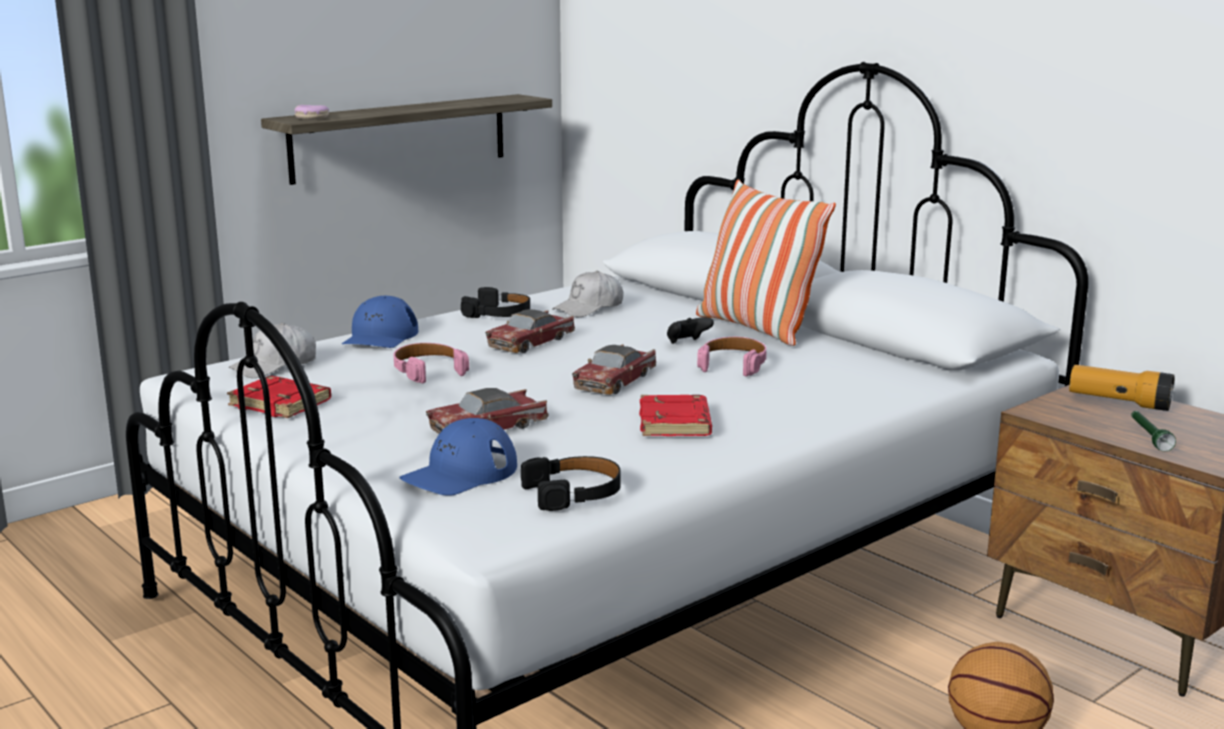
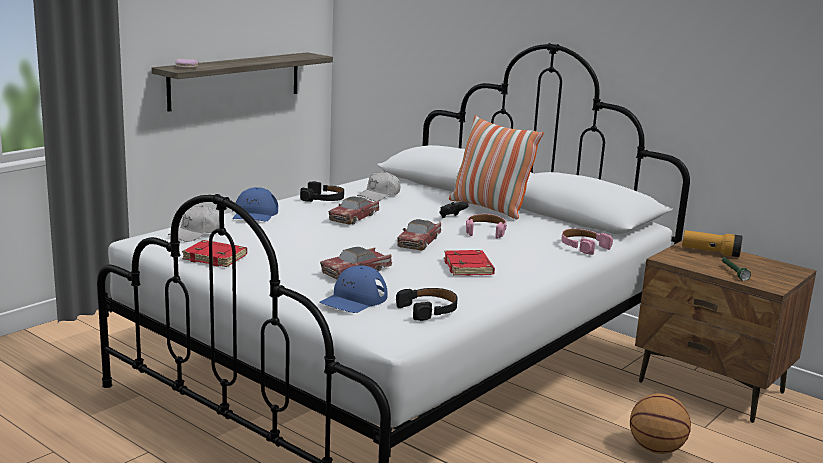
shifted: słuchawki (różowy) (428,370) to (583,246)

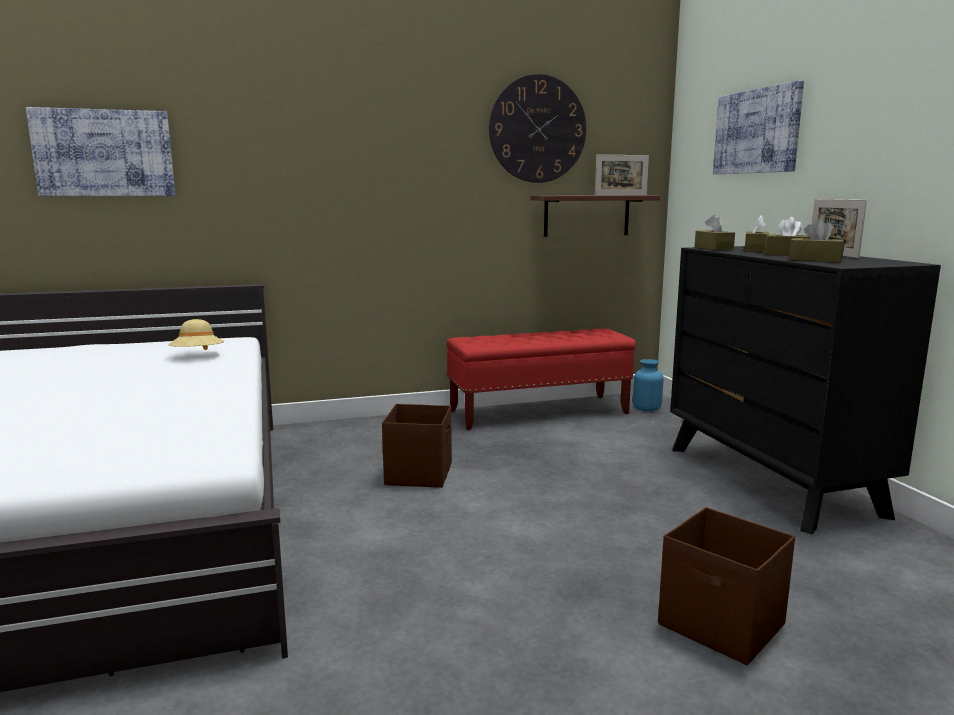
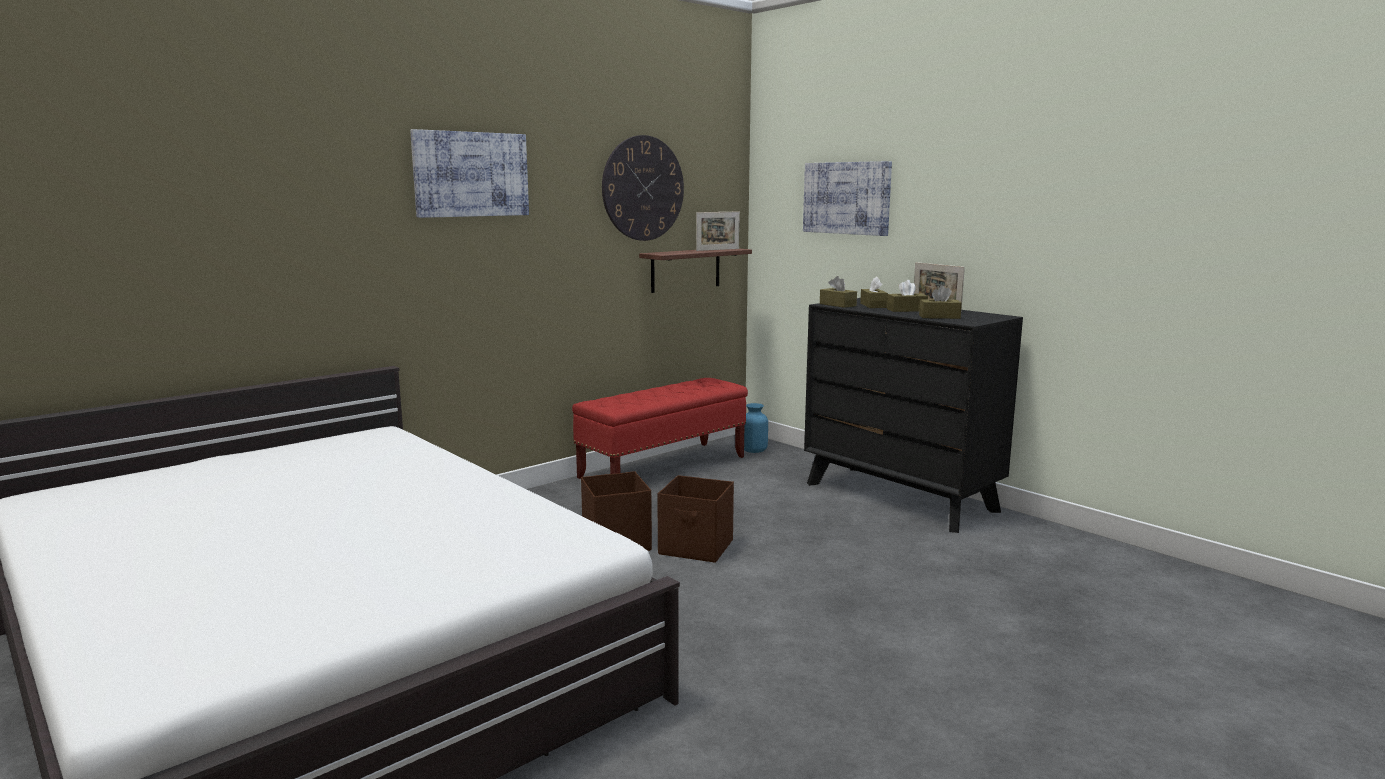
gone: kapelusz (beżowy) (198,356)
shifted: obraz (104,153) to (471,174); pojemnik do przechowywania (brązowy) (722,626) to (697,548)

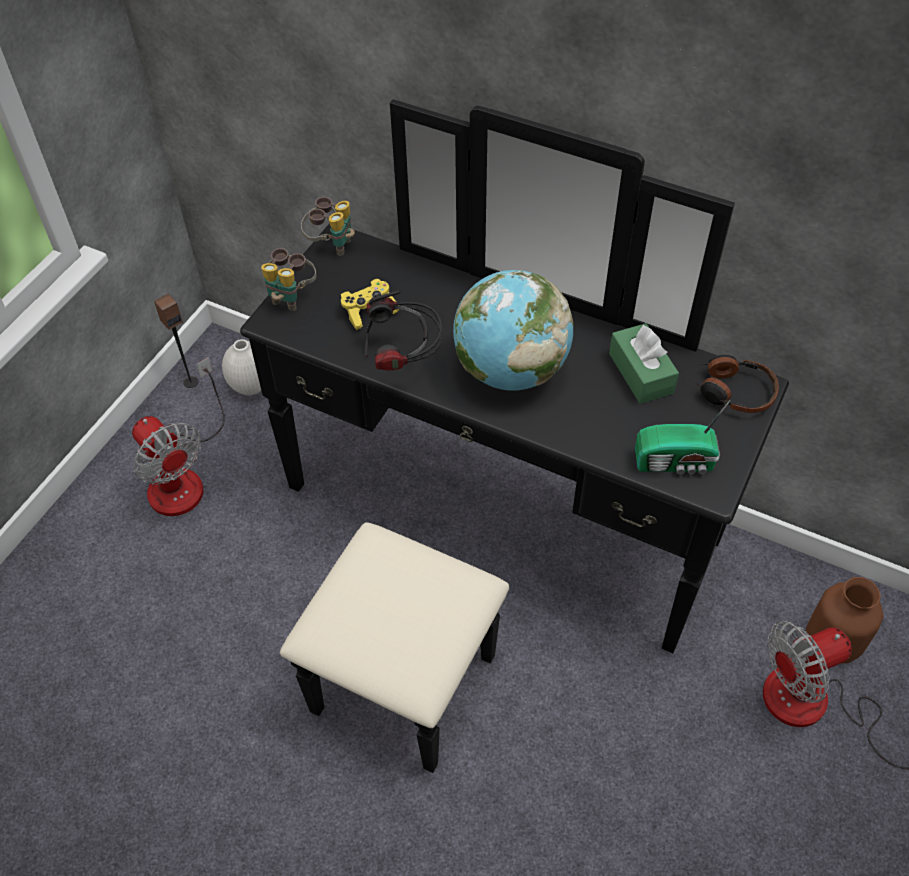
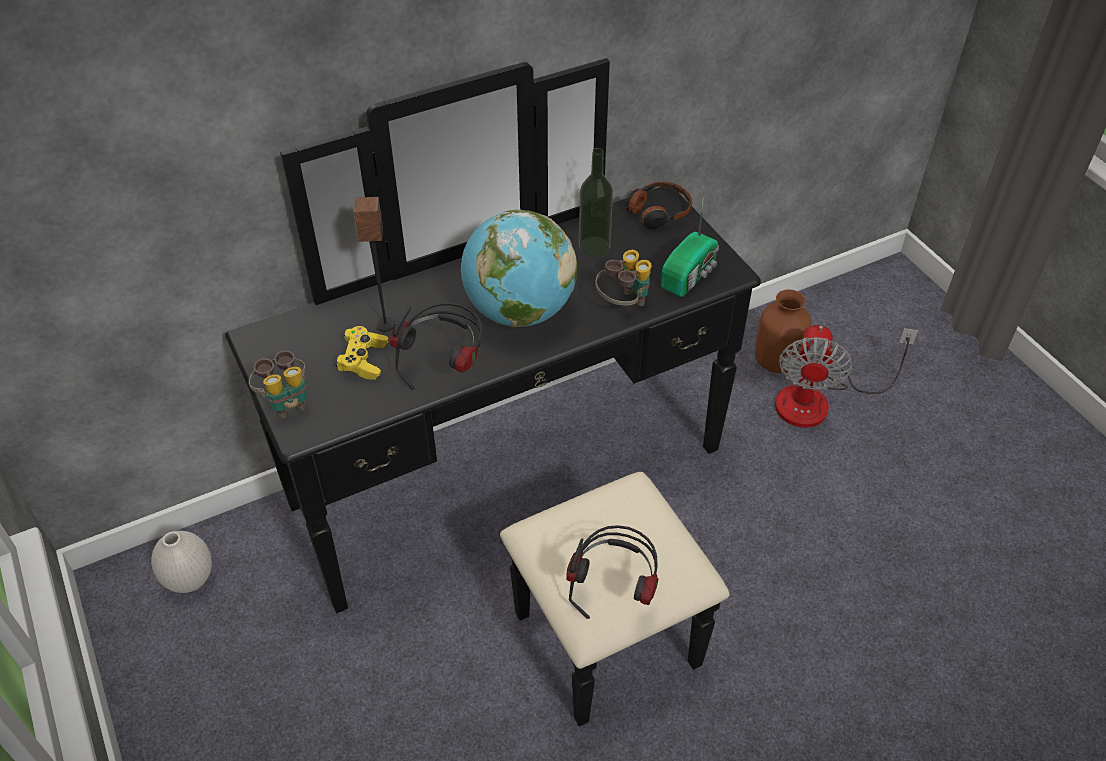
gone: wentylator (183,475)
new: słuchawki (614,590)
shifted: lornetka (331,245) to (623,304); głośnik (190,382) to (385,324)
swapped: pudełko chusteczek (zielony) (641,373) to butelka (594,246)

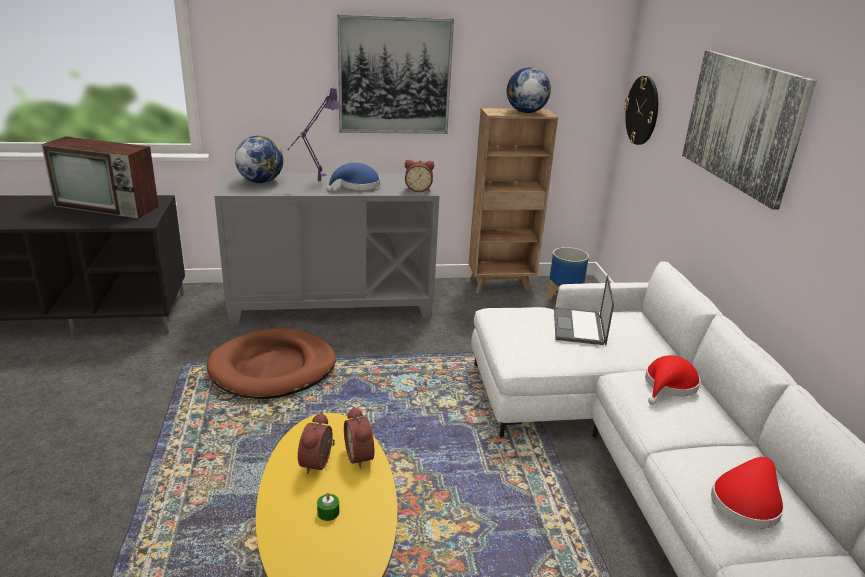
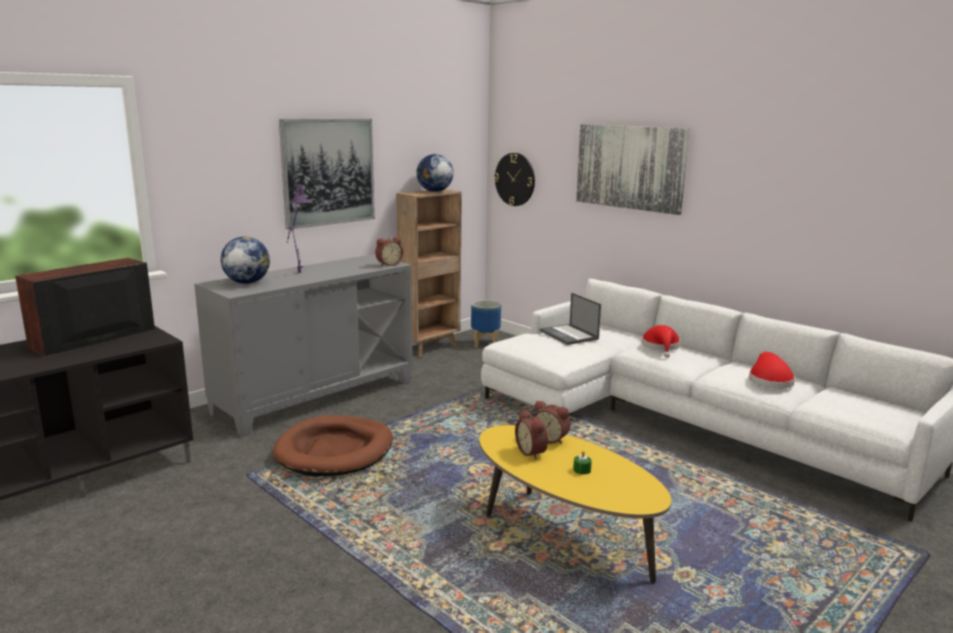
gone: kapelusz (niebieski) (357,186)
rotated: telewizor (109,207) = (92,339) 150 degrees clockwise

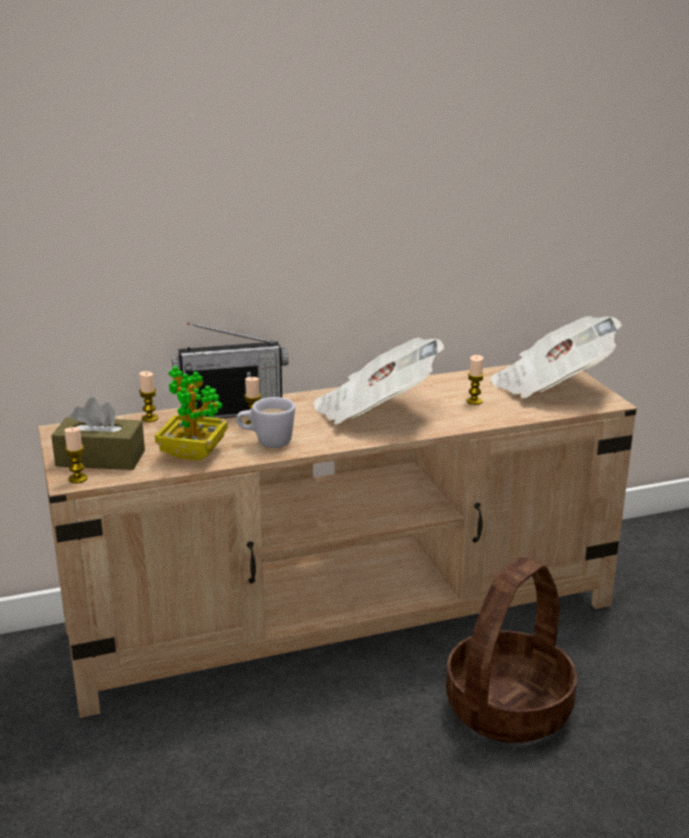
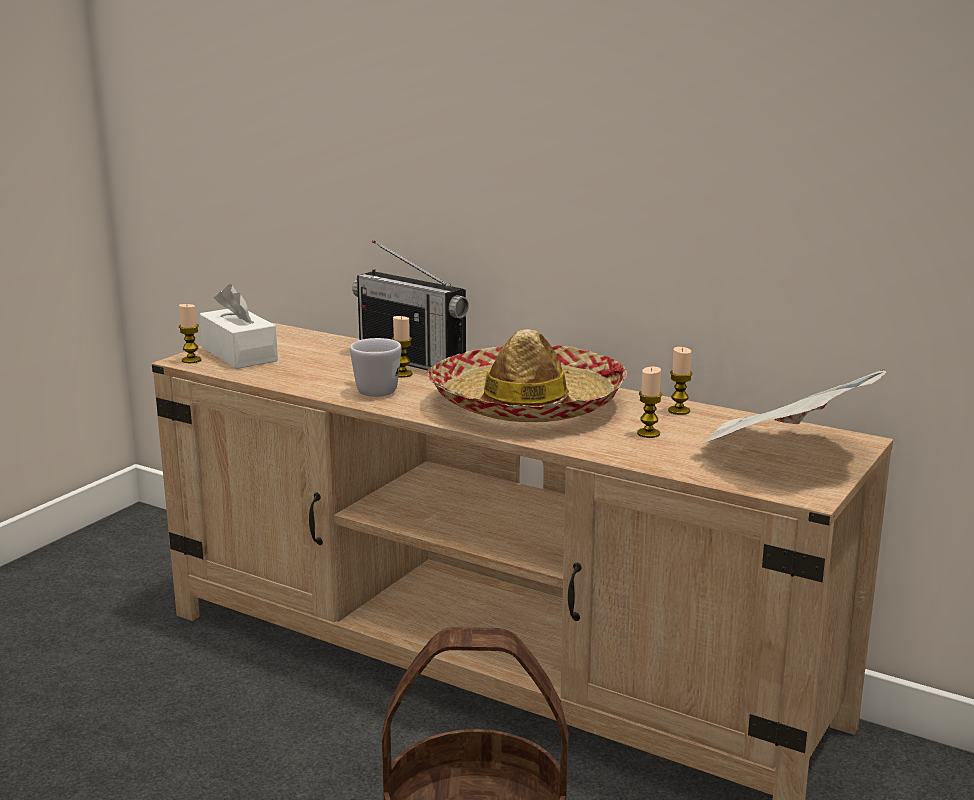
gone: roślina doniczkowa (193,454)
shifted: świeca (150,418) to (679,411)
swapped: gazeta (375,411) to kapelusz (527,404)
repainted: pudełko chusteczek (brązowy) (100,458) to pudełko chusteczek (biały) (239,354)

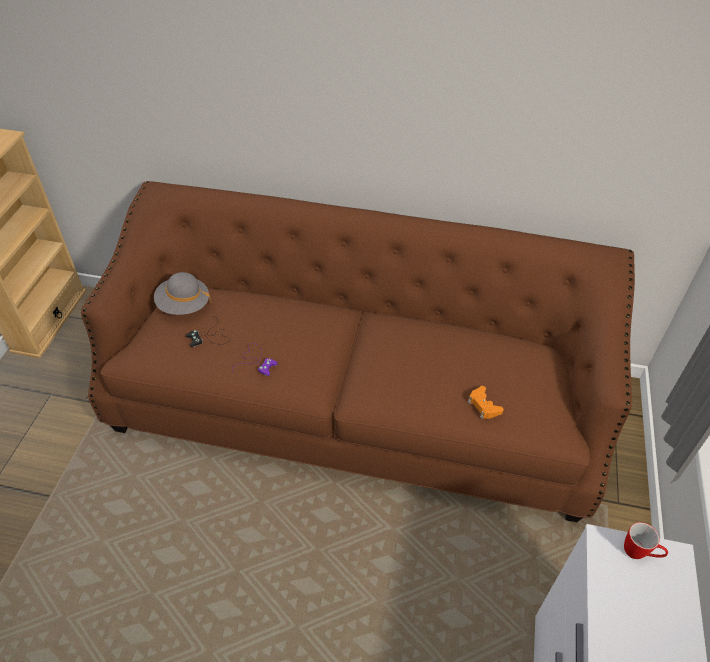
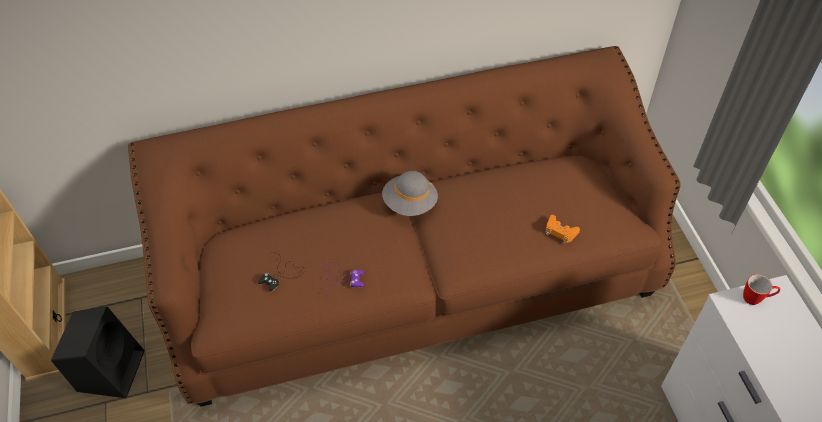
new: głośnik (czarny) (111,369)
shifted: kapelusz (szary) (184,305) to (410,203)

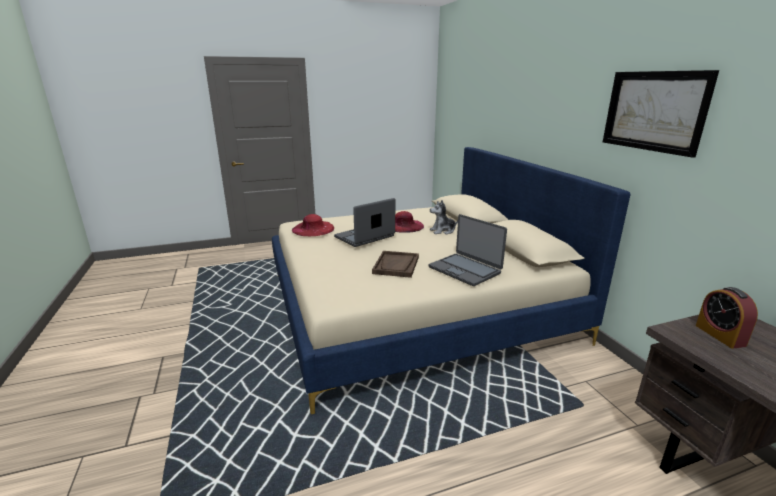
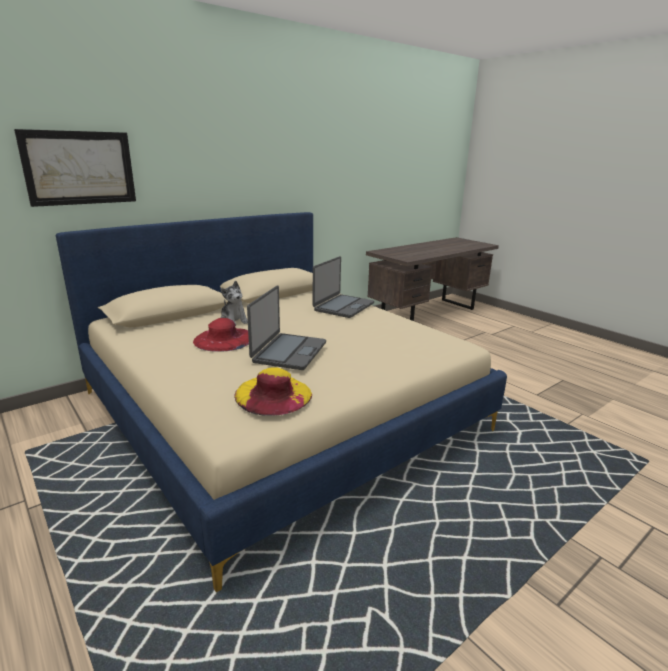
gone: taca (brązowy) (396,265); budzik (720,335)
shifted: obraz (654,111) to (79,168)
repainted: kapelusz (czerwony) (313,229) to kapelusz (żółty) (273,394)
rotated: laptop (365,237) = (288,352) 105 degrees counterclockwise

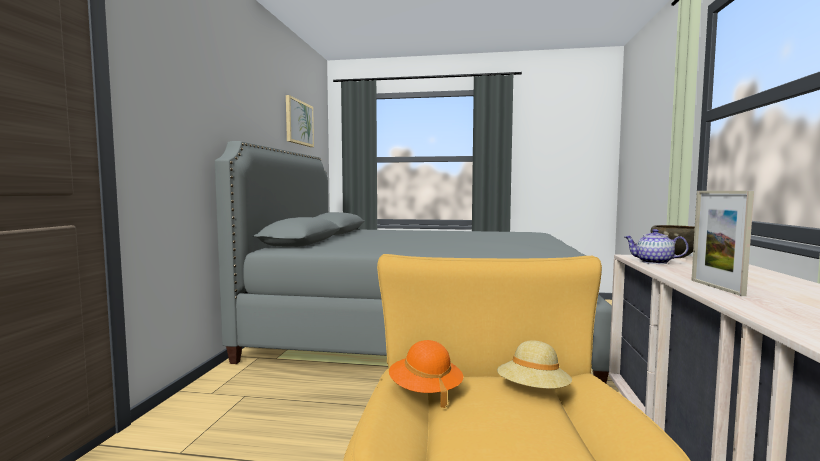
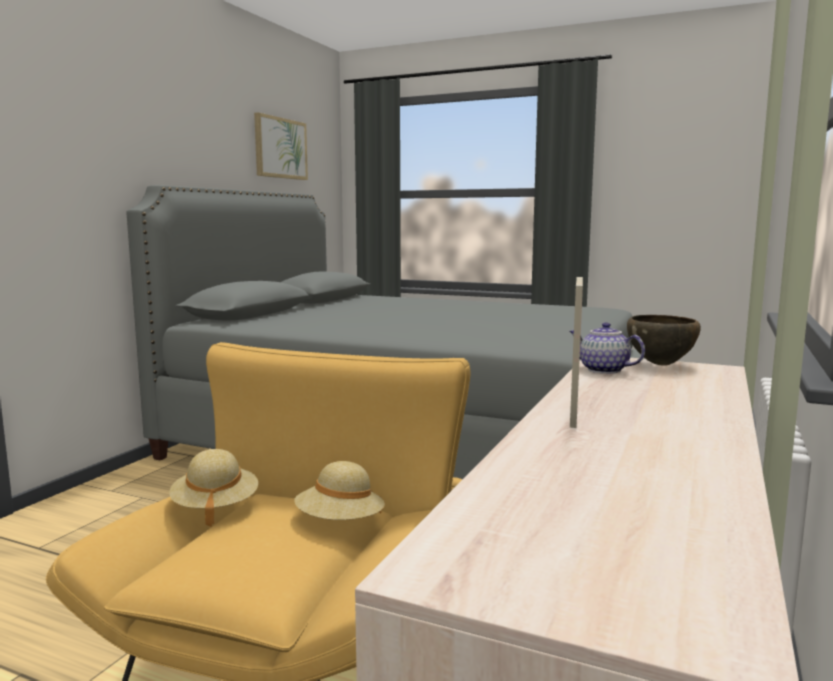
repainted: kapelusz (pomarańczowy) (425,391) to kapelusz (beżowy) (215,507)

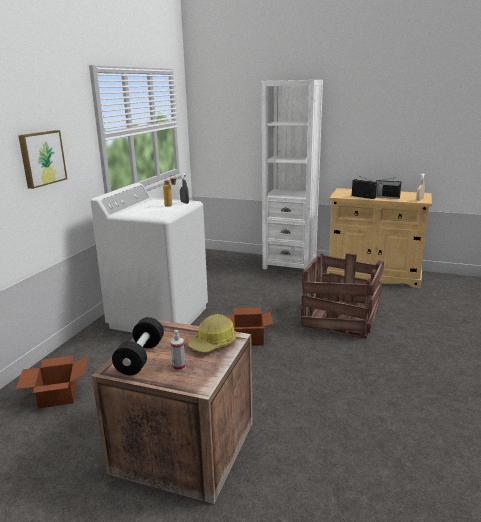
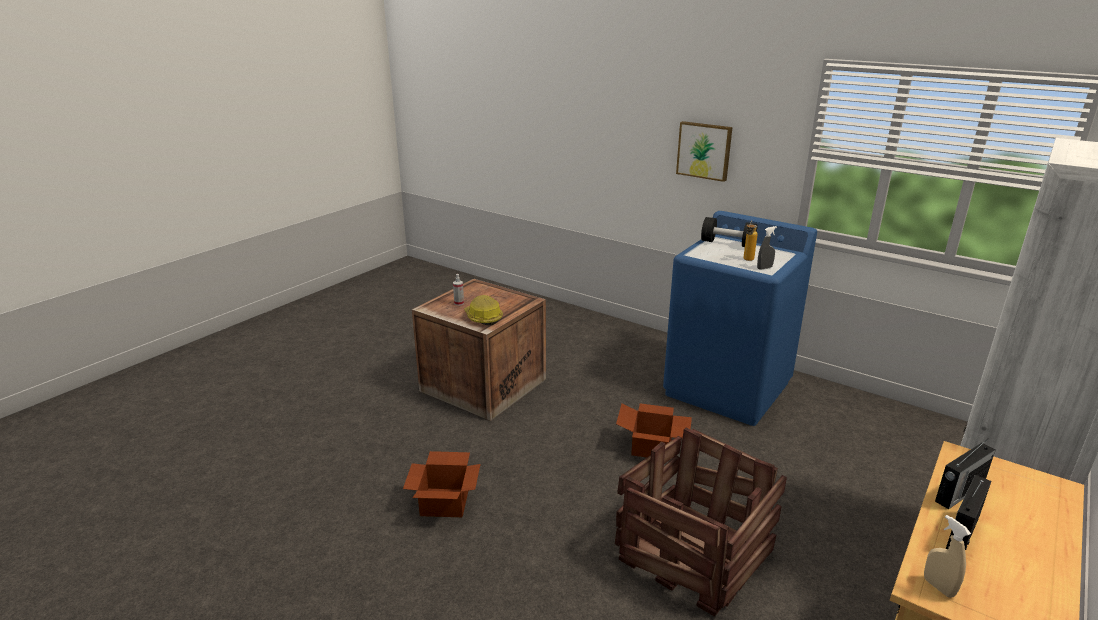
shifted: hantel (czarny) (140,357) to (727,243); karton (57,395) to (446,501)
repainted: pralka (biały) (159,317) to pralka (niebieski) (728,389)

